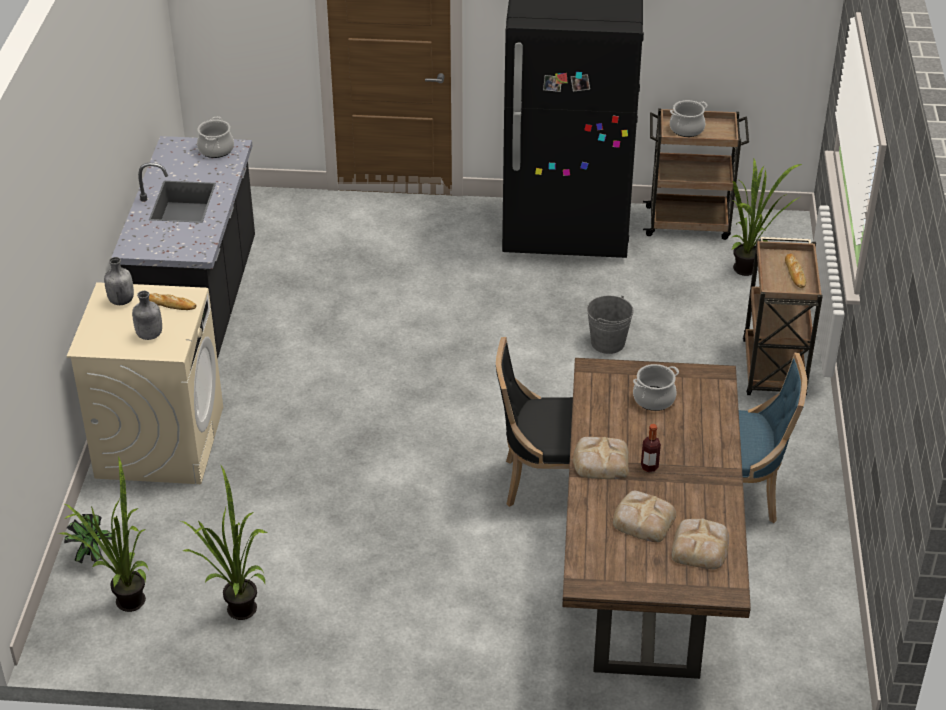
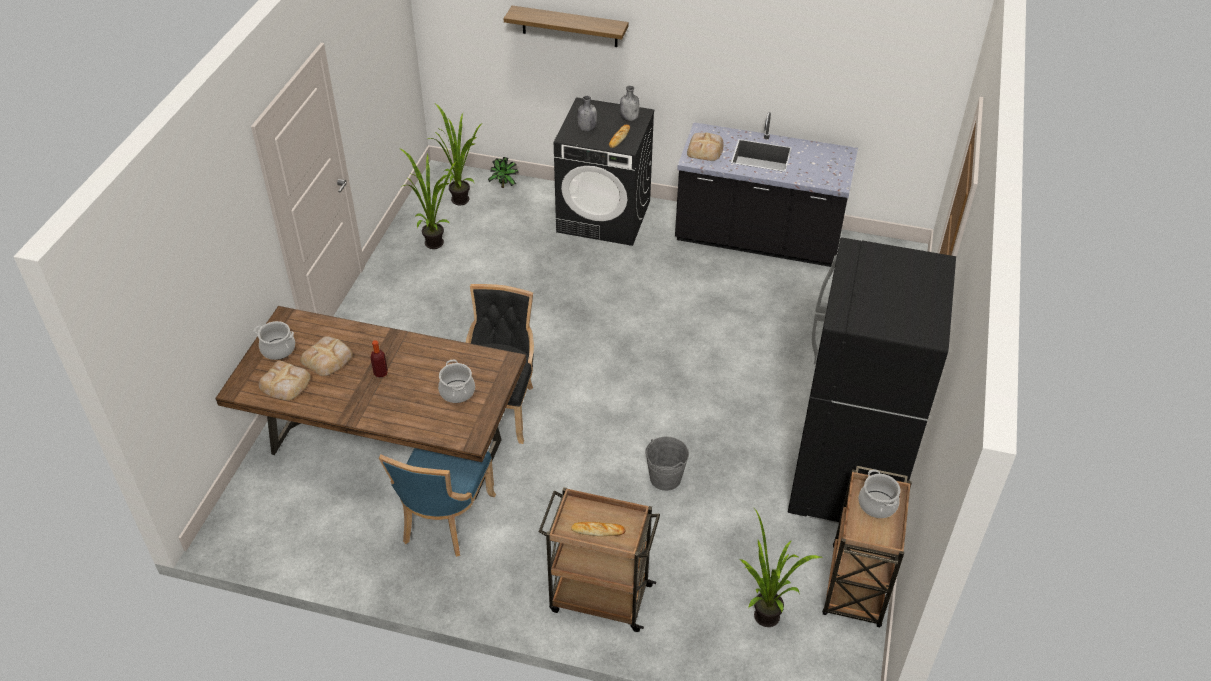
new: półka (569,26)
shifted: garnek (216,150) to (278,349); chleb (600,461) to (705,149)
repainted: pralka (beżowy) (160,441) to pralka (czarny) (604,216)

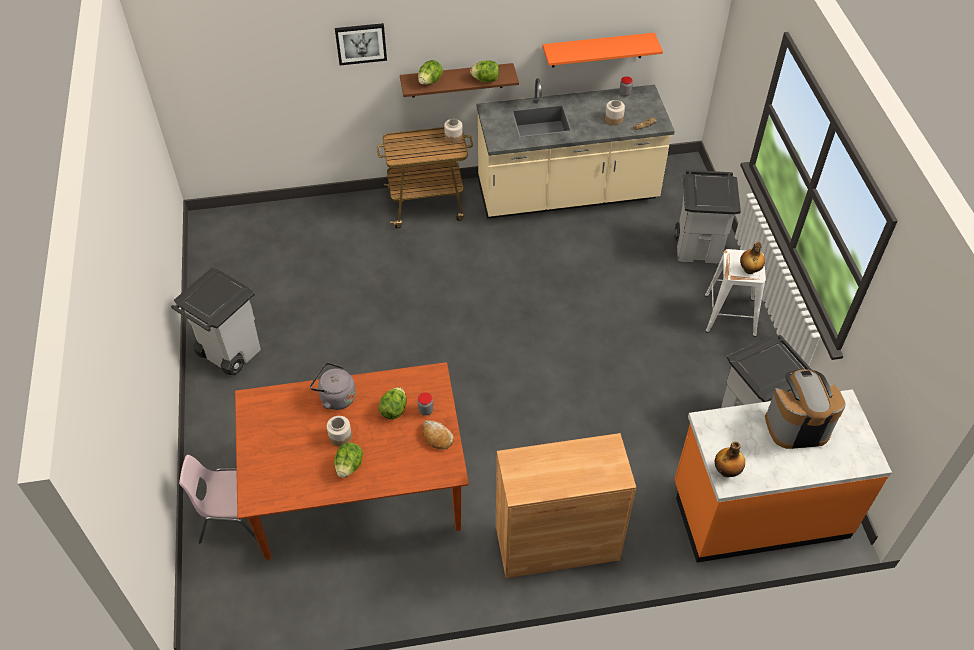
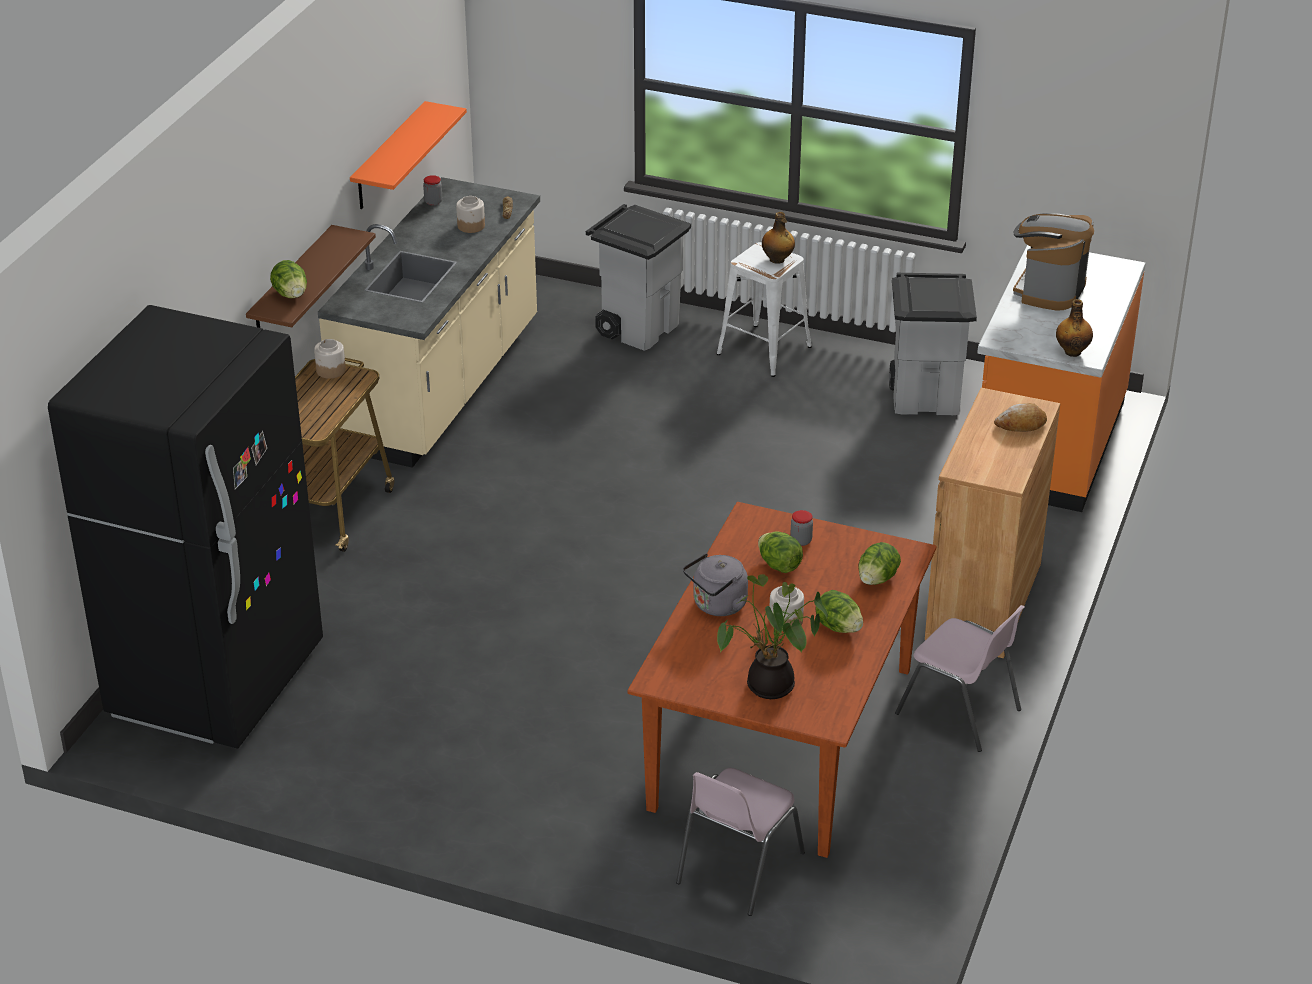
gone: obraz (361,43); kosz na śmieci (szary) (228,353)
new: lodówka (czarny) (217,681); roślina doniczkowa (768,688); krzesło (różowy) (960,712)
shifted: sałata (485,79) to (877,579); chleb (437,437) to (1021,424)

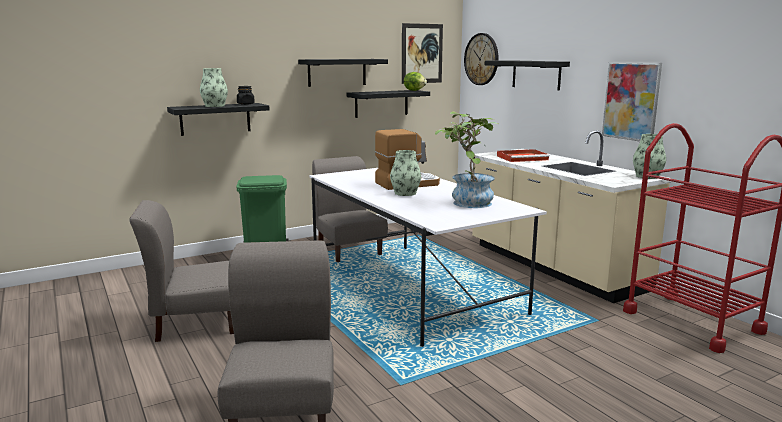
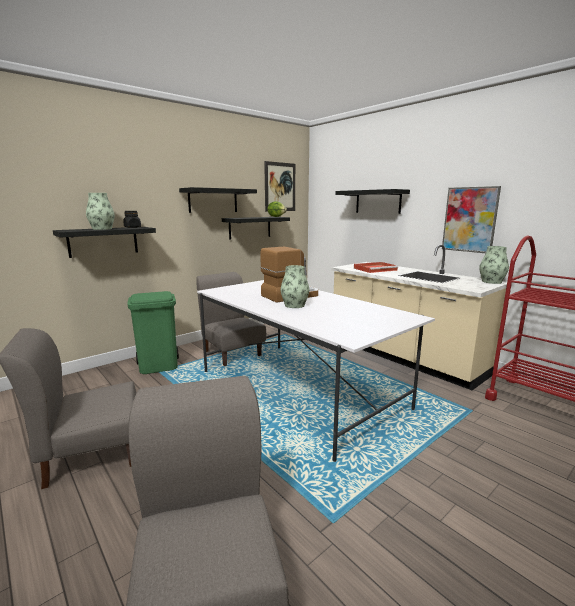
gone: zegar ścienny (481,59); roślina doniczkowa (466,202)

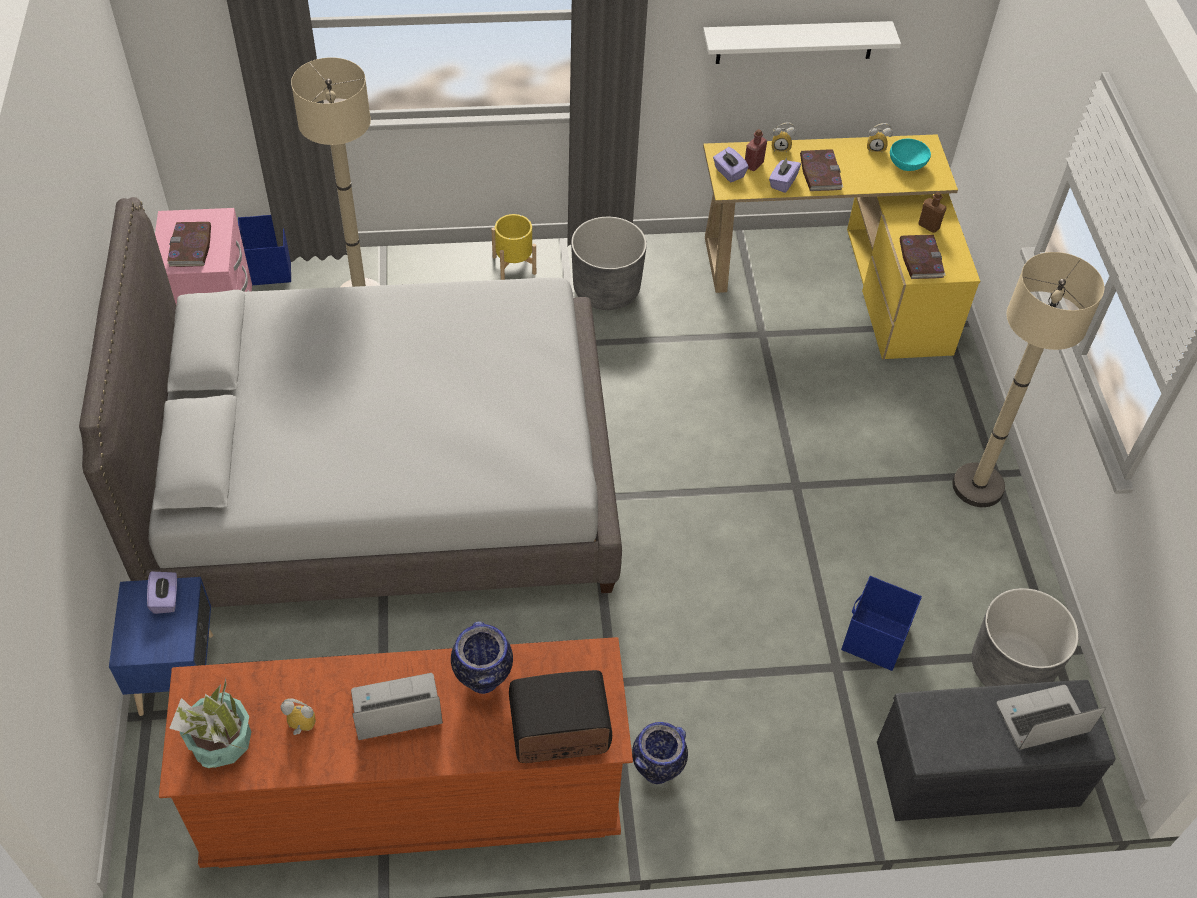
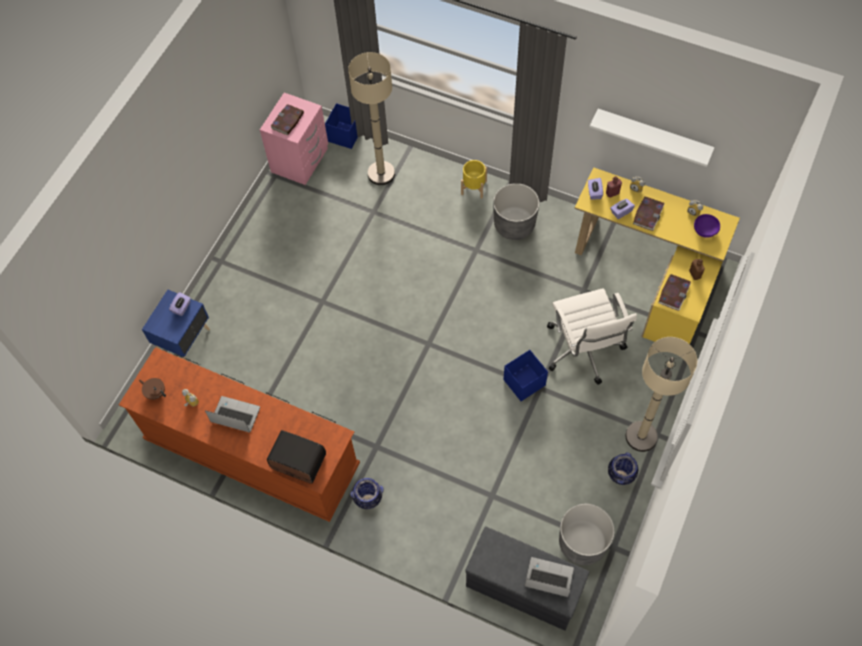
gone: łóżko (szary) (384,478)
new: krzesło biurowe (biały) (584,351)
shifted: pojemnik do przechowywania (niebieski) (874,639) to (523,382); wazon (483,681) to (620,477)
swapped: roślina doniczkowa (221,741) to imbryk (brązowy) (155,392)
repainted: miska (turkusowy) (907,164) to miska (fioletowy) (705,230)

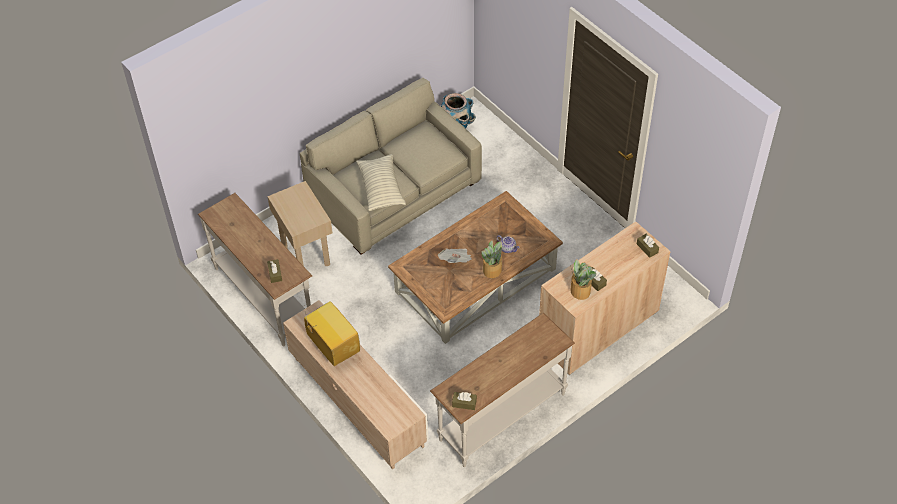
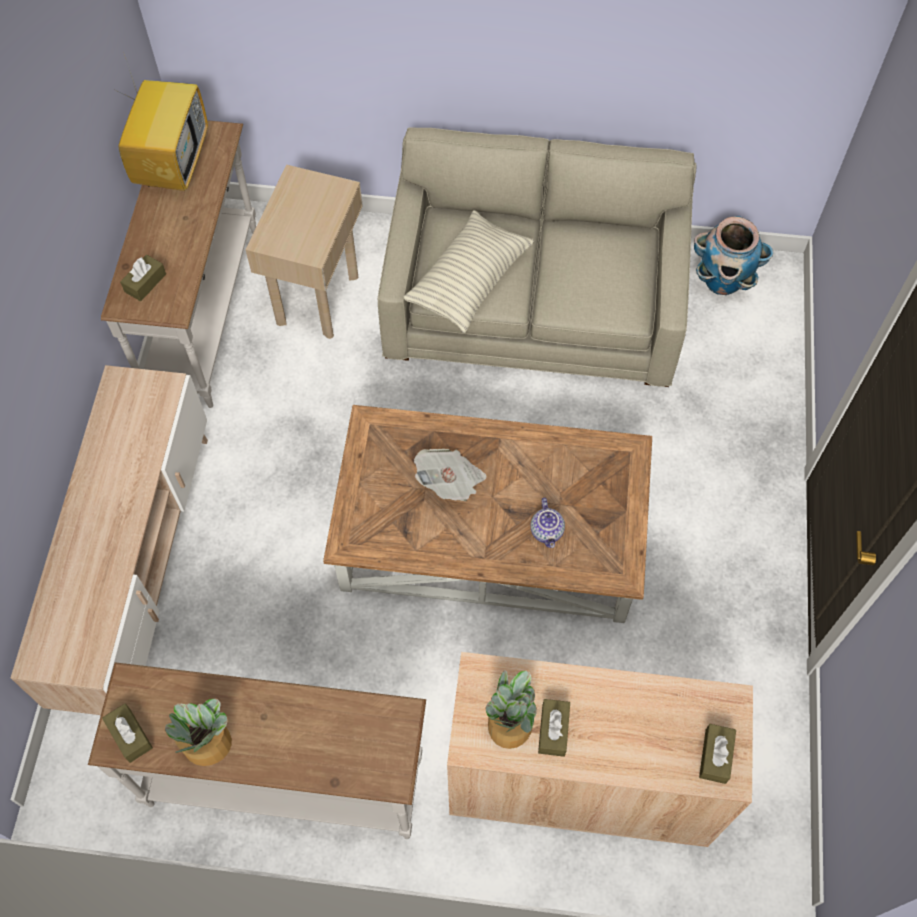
shifted: roślina doniczkowa (492,270) to (208,744); telewizor (332,347) to (172,162)

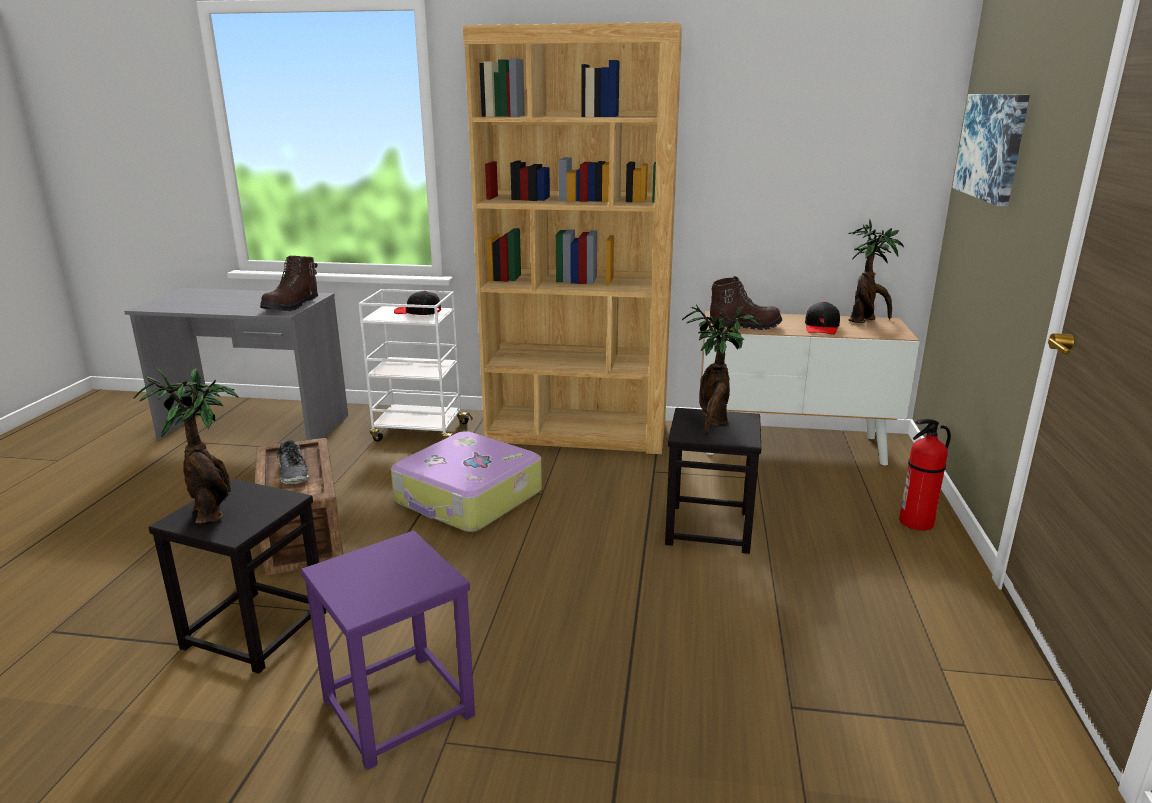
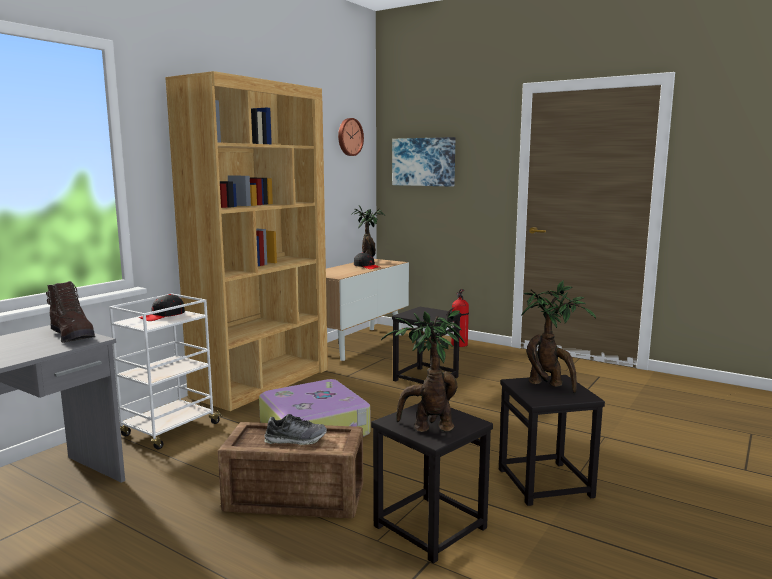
gone: but z cholewką (brązowy) (744,326)
new: zegar ścienny (349,137)
shifted: roślina doniczkowa (714,423) to (549,385)
repainted: stołek (fioletowy) (398,708) to stołek (czarny) (545,483)

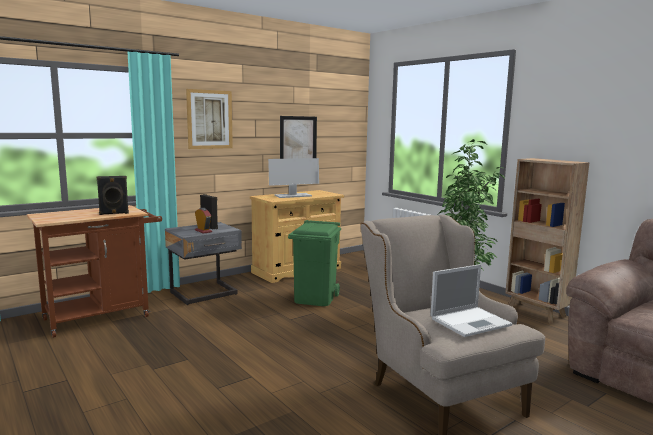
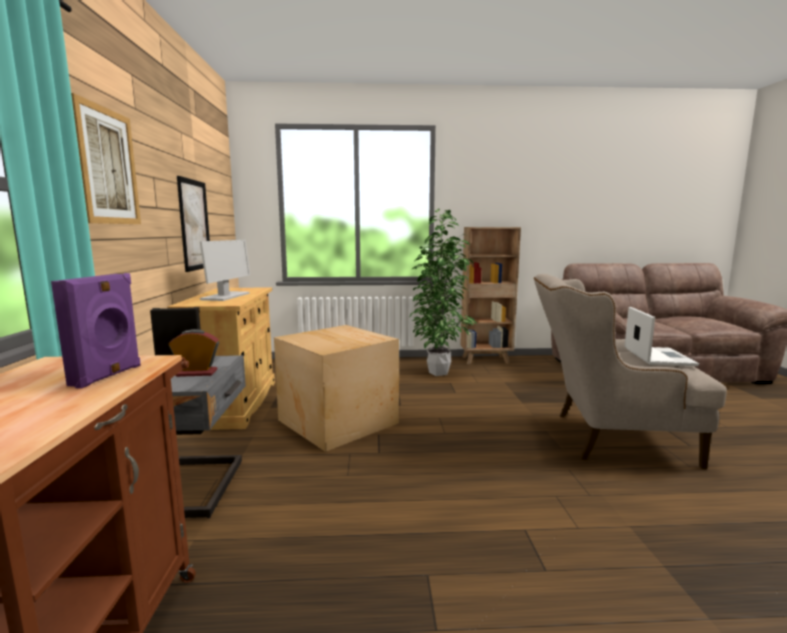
swapped: kosz na śmieci (zielony) (315,298) to karton (338,420)
repainted: głośnik (czarny) (114,213) to głośnik (fioletowy) (108,375)

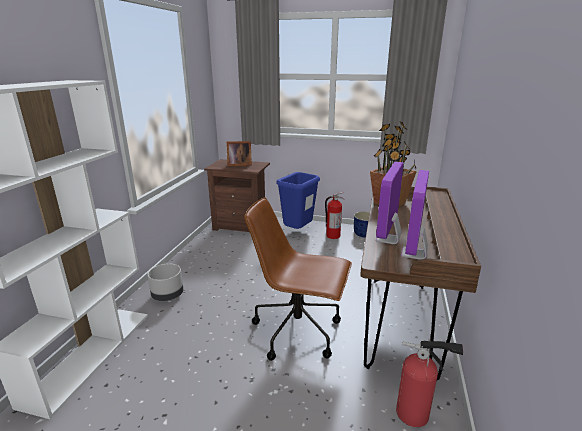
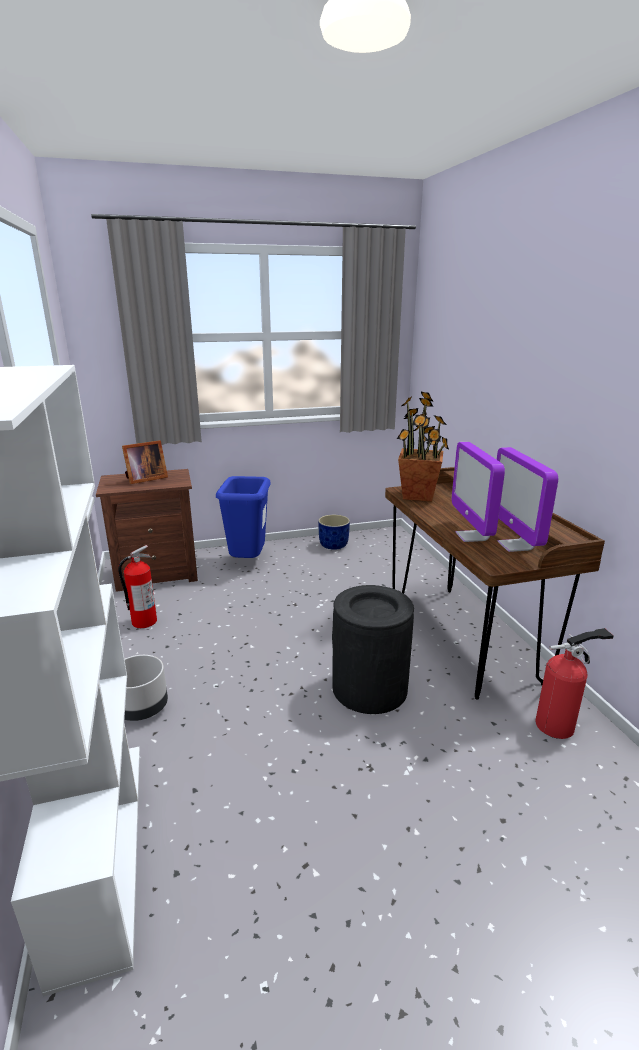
shifted: gaśnica (332,236) to (143,622)
swapped: krzesło biurowe (brązowy) (299,331) to kosz na śmieci (czarny) (369,687)

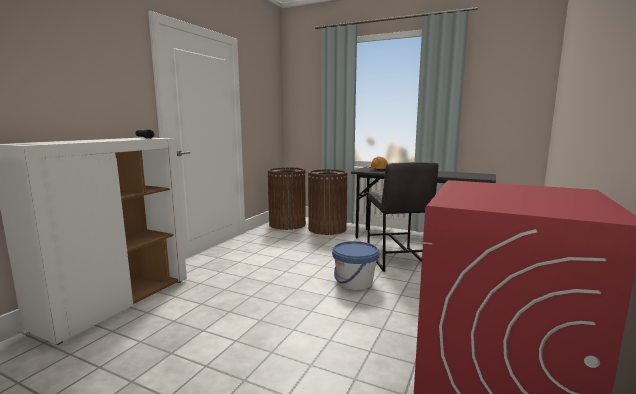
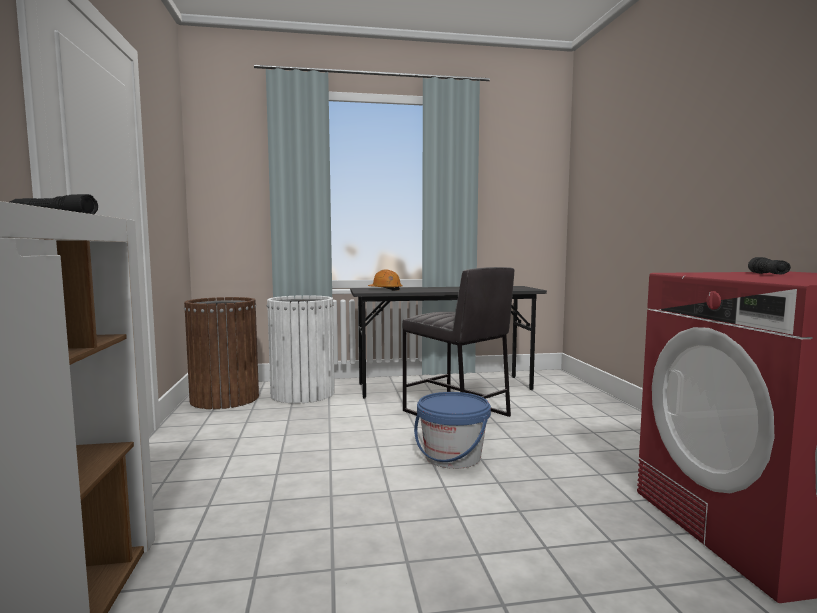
new: latarka (czarny) (768,274)
repainted: kosz na śmieci (brązowy) (327,229) to kosz na śmieci (biały) (302,393)

